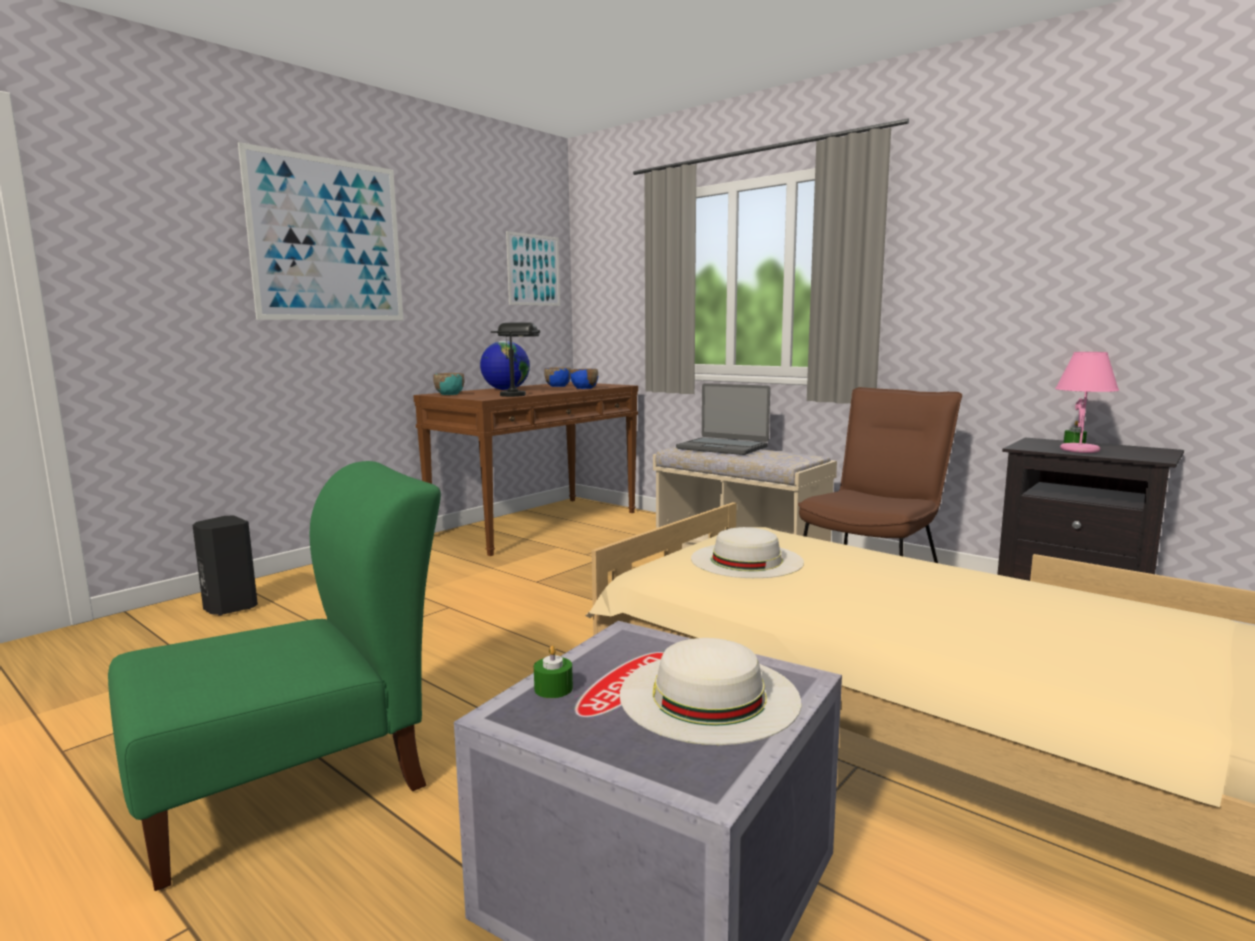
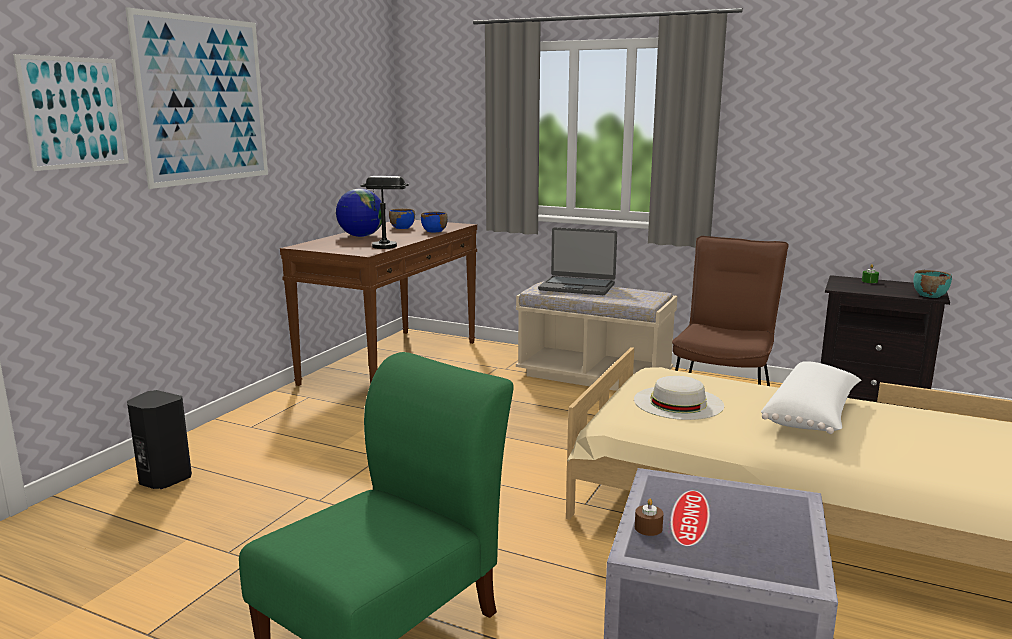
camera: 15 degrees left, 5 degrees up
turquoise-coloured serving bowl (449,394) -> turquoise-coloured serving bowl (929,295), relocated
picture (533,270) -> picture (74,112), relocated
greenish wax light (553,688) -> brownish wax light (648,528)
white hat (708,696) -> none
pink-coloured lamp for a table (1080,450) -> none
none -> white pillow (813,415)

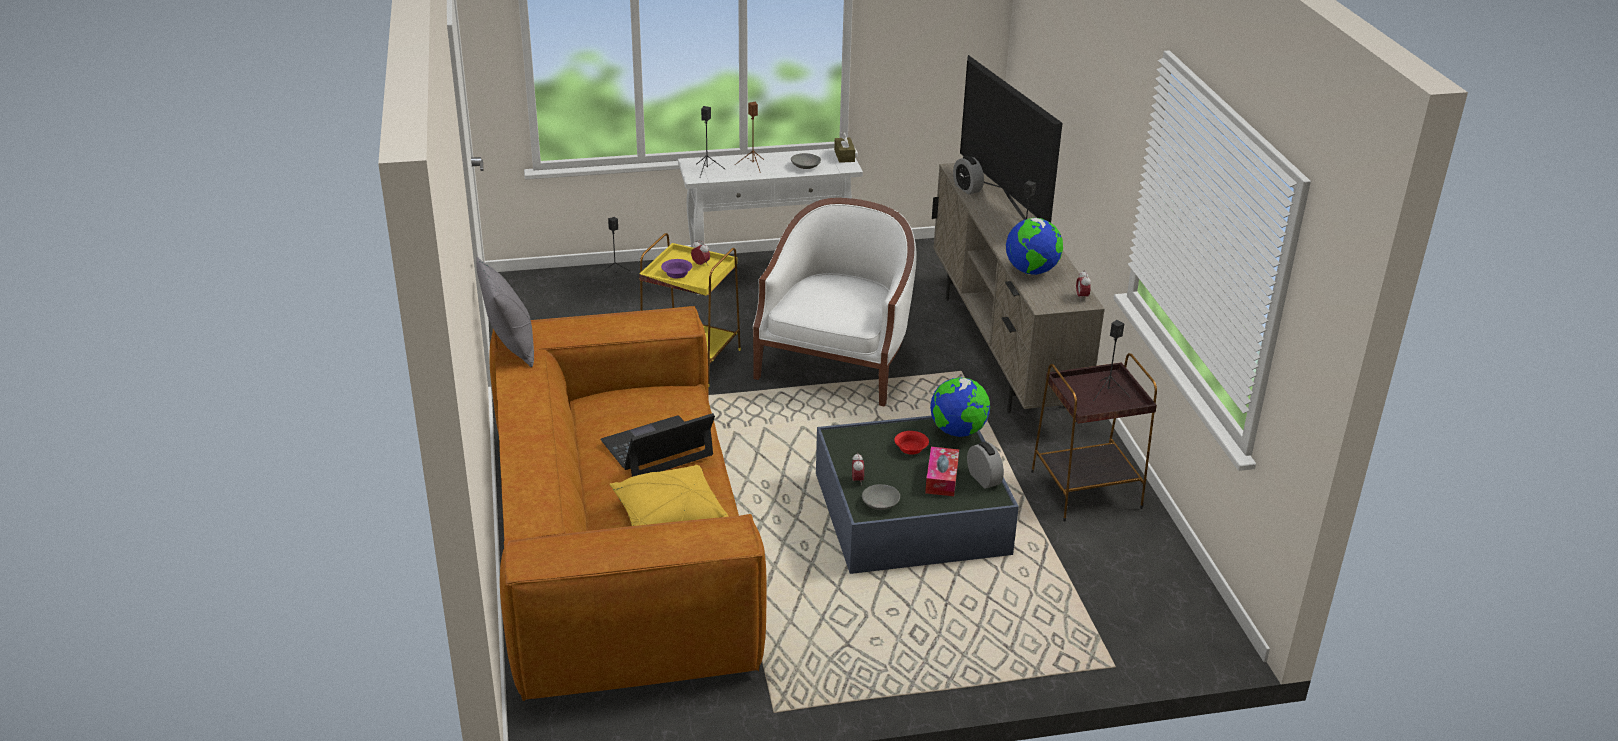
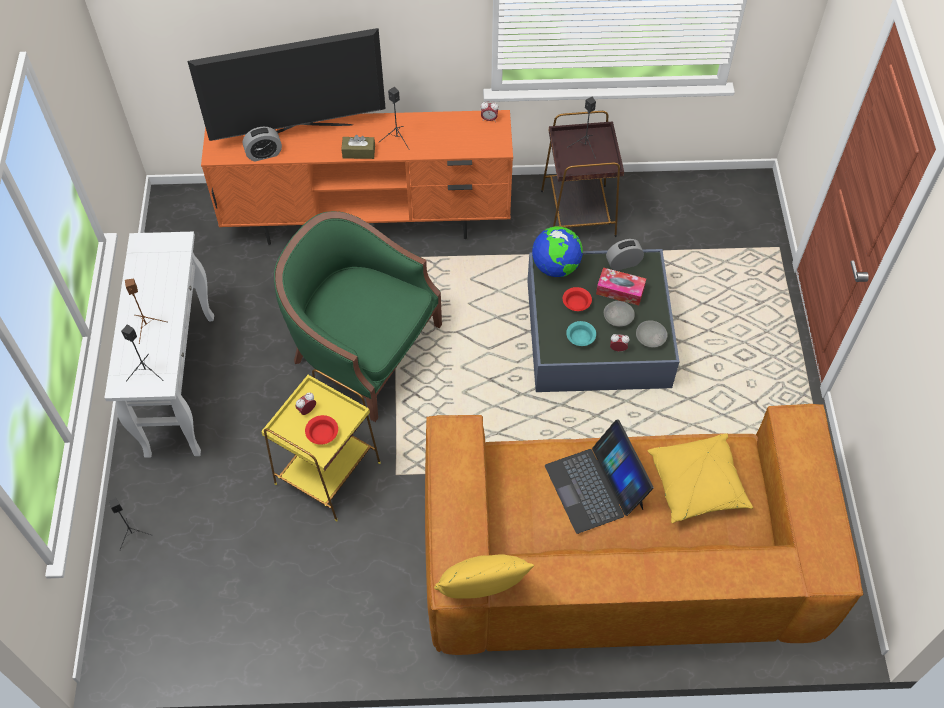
camera: 80 degrees left, 25 degrees up
greyish pillow (511,347) -> yellow-coloured pillow (482,590)
purplish serving bowl (677,273) -> red-coloured serving bowl (322,433)
white lounge chair (837,364) -> greenish lounge chair (363,350)
greyish serving bowl (806,166) -> greyish serving bowl (618,317), relocated
brownish tissue holder (844,156) -> brownish tissue holder (358,152), relocated
beige-coloured tv unit (1003,351) -> orange tv unit (369,221)
globe (1031,271) -> none
none -> turquoise-coloured serving bowl (580,337)

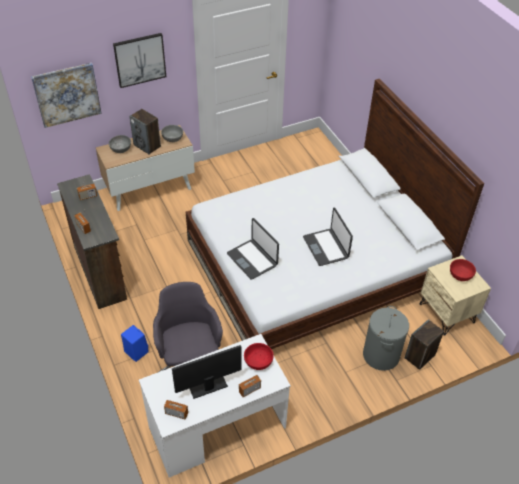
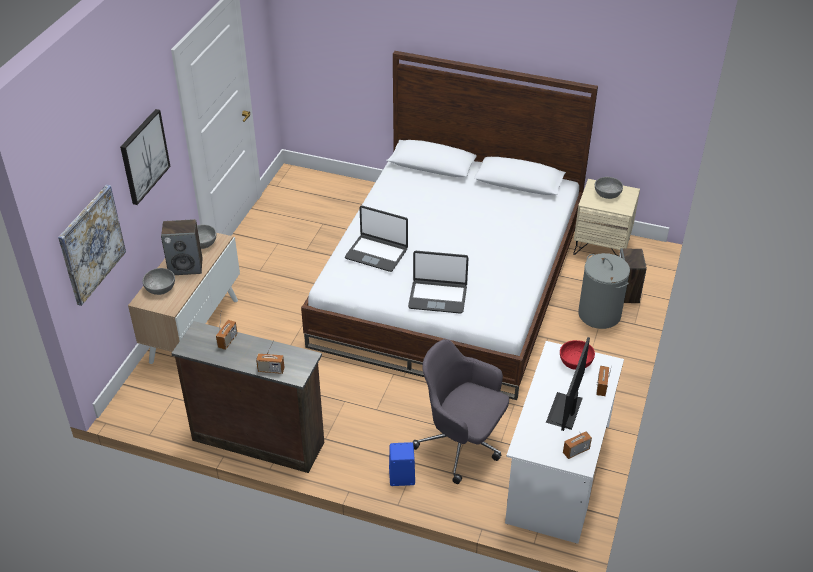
camera: 45 degrees left, 5 degrees down
laptop (326,247) -> laptop (376,253), relocated
red-coloured serving bowl (460,274) -> greyish serving bowl (607,193)

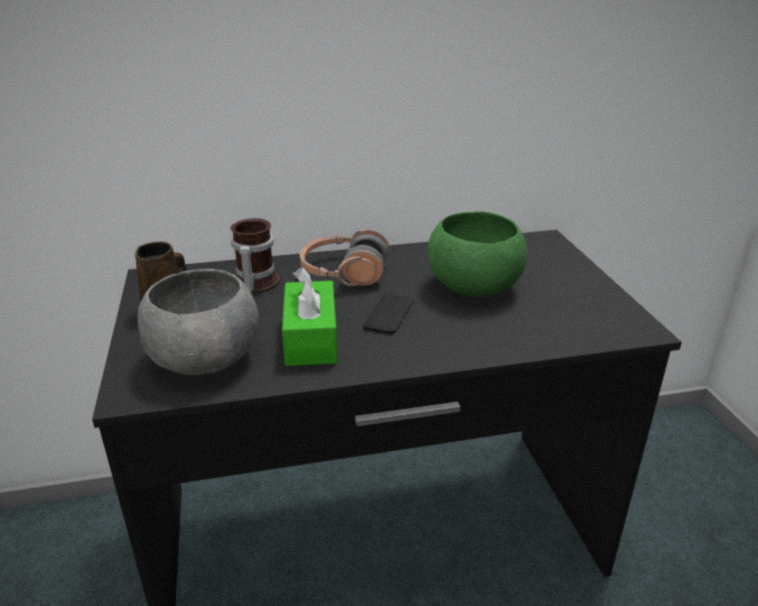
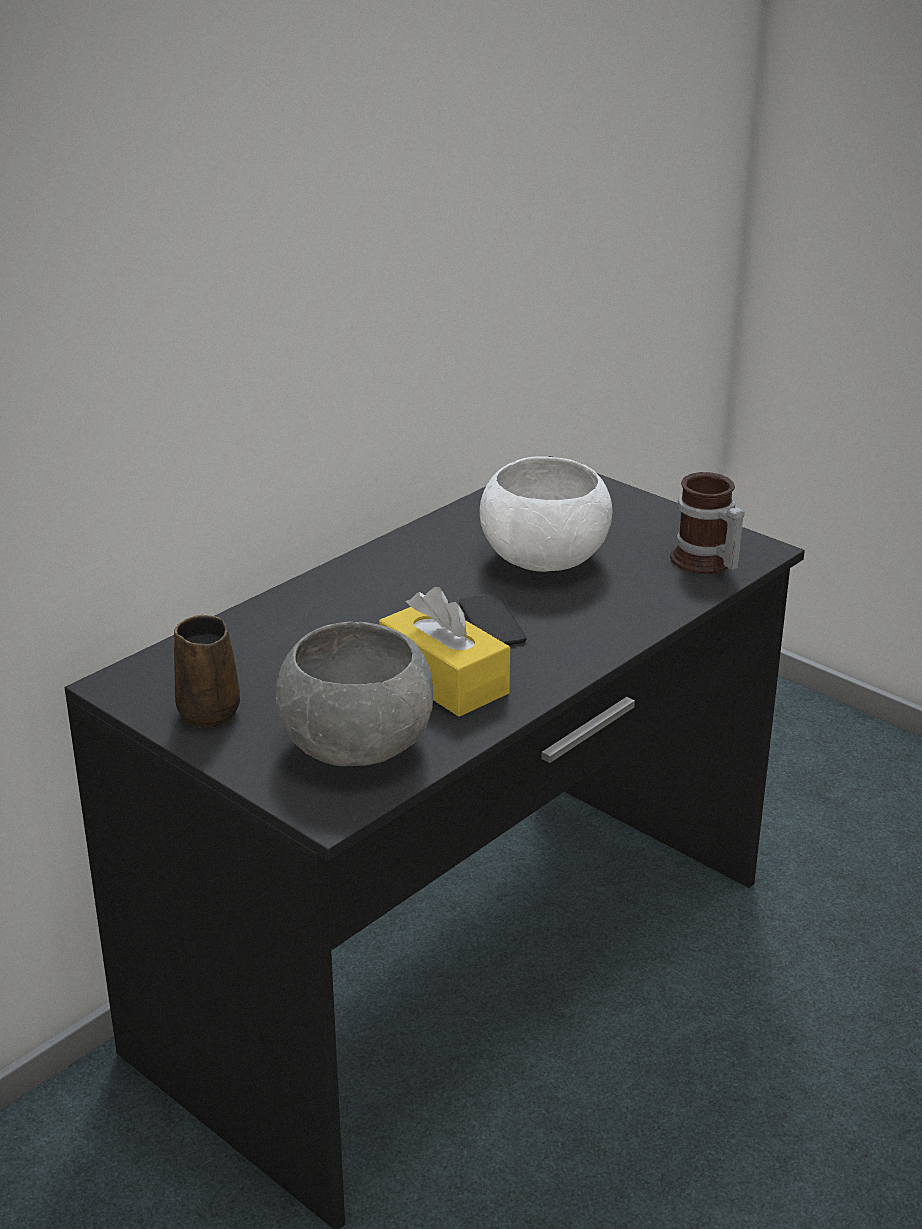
camera: 35 degrees left, 0 degrees up
mug (253,284) -> mug (704,562), relocated
greenish tissue holder (311,338) -> yellow-coloured tissue holder (444,679)
pair of headphones (344,273) -> none
greenish serving bowl (473,286) -> white serving bowl (543,558)

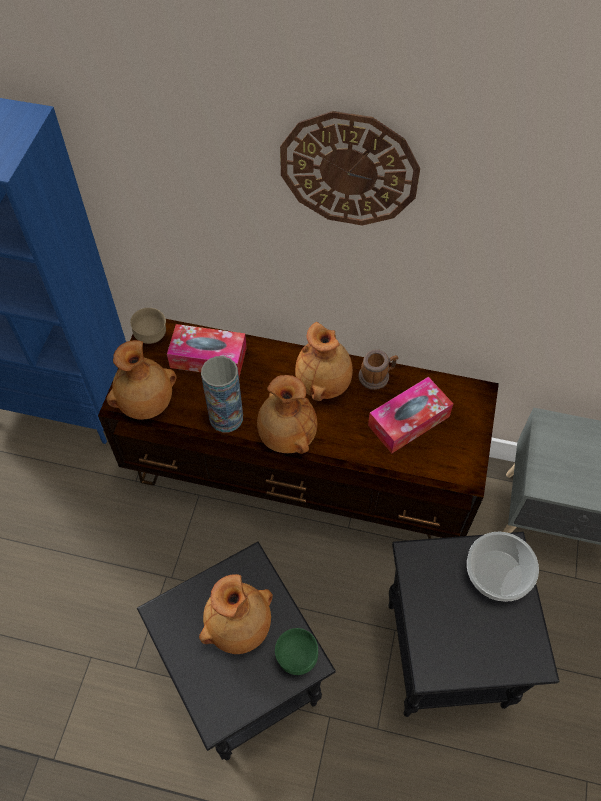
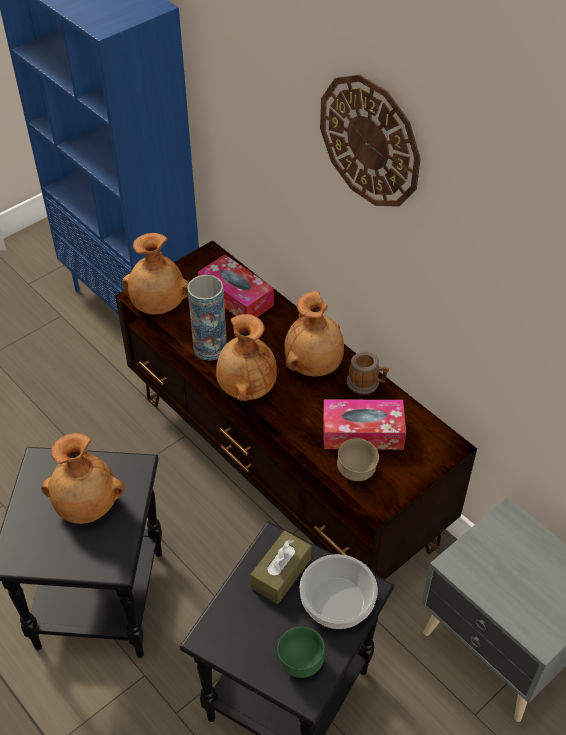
camera: 35 degrees right, 10 degrees down
brownish serving bowl (152,336) -> brownish serving bowl (356,473), relocated
greenish serving bowl (296,658) -> greenish serving bowl (300,663), relocated
none -> brownish tissue holder (281,573)

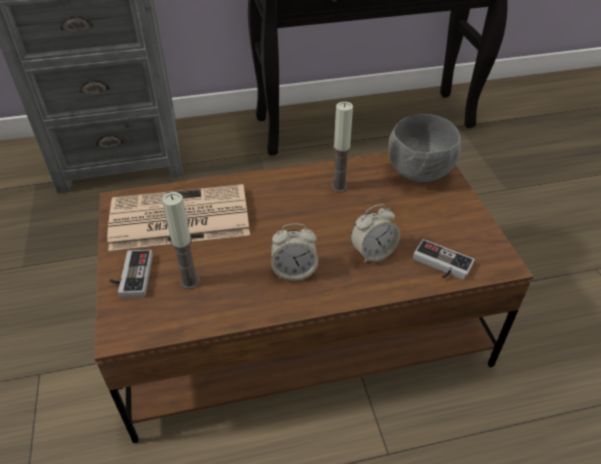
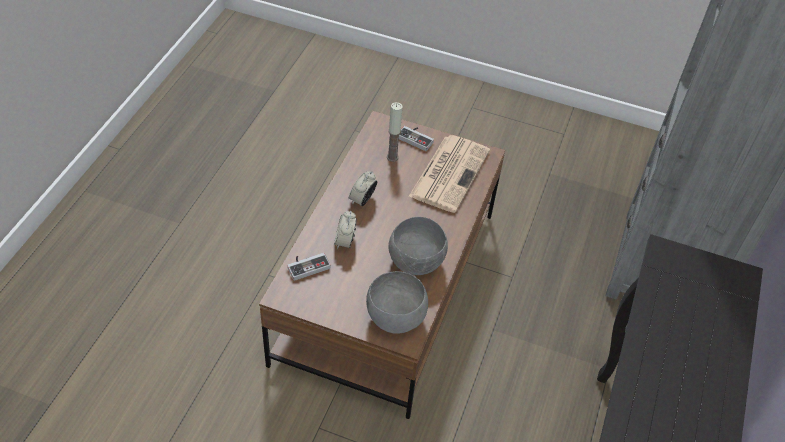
camera: 120 degrees right, 5 degrees up
wax light (339,187) -> greyish serving bowl (417,262)

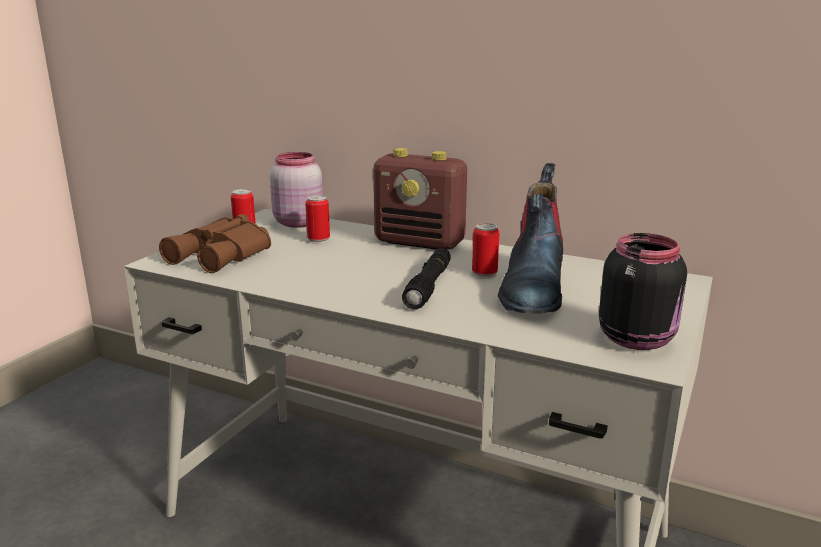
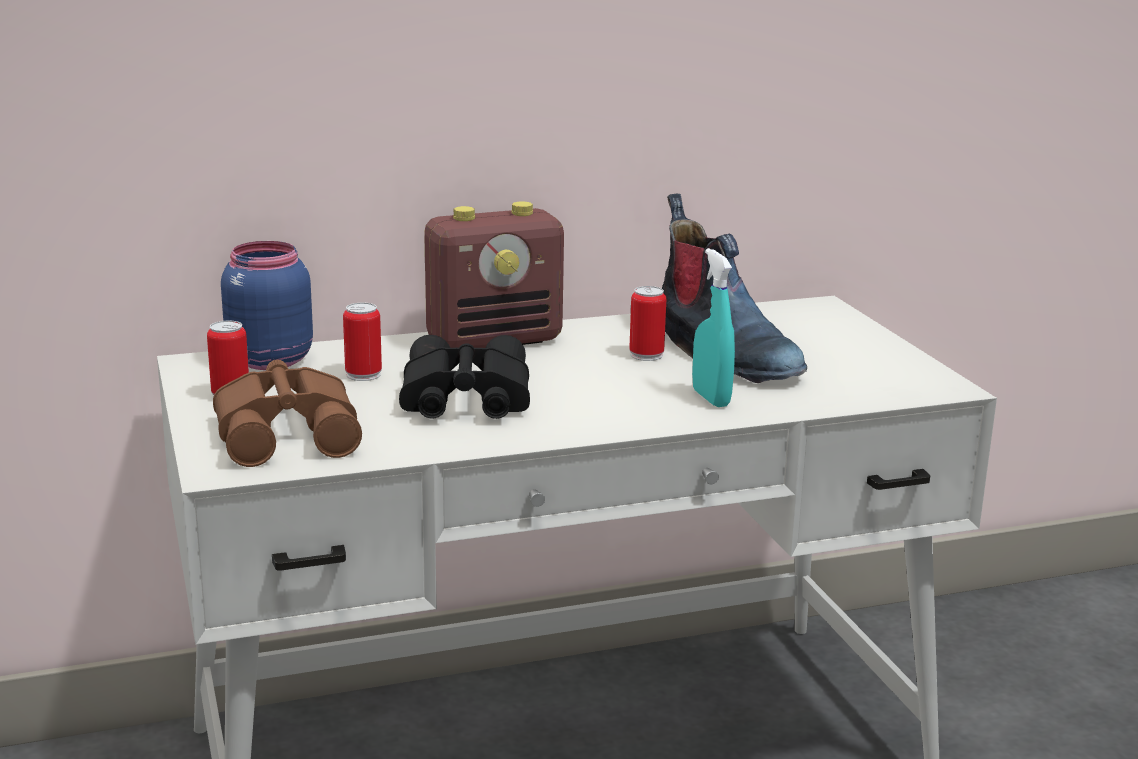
camera: 45 degrees left, 0 degrees up
pink-coloured jar (297,222) -> blue jar (267,360)
black-coloured flashlight (429,286) -> none
black-coloured jar (638,339) -> none
none -> black-coloured binoculars (462,398)
none -> turquoise-coloured spray bottle (711,398)

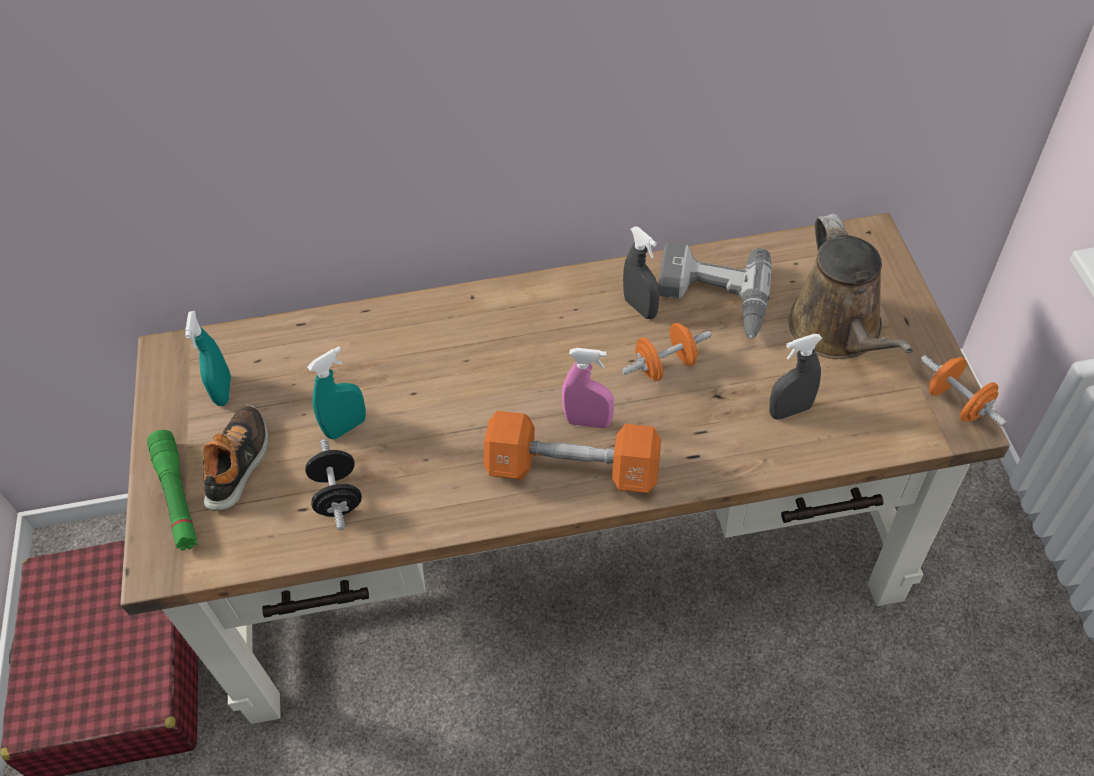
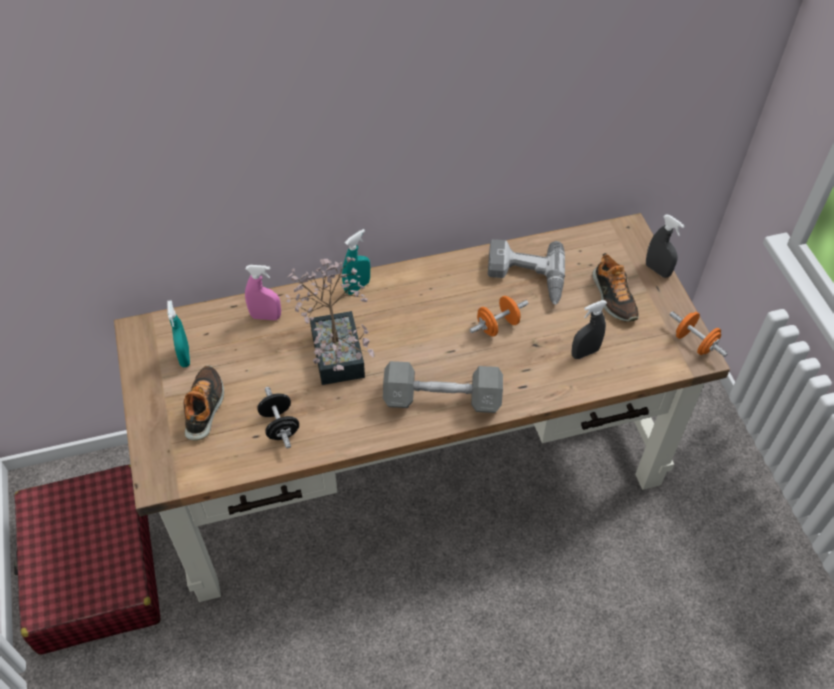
camera: 10 degrees left, 0 degrees up
greenish flashlight (177,496) -> none
turquoise-coloured spray bottle (346,427) -> turquoise-coloured spray bottle (357,287), relocated
orange free weight (573,469) -> greyish free weight (442,399)
pink-coloured spray bottle (588,421) -> pink-coloured spray bottle (265,316), relocated
greyish spray bottle (640,308) -> greyish spray bottle (657,270), relocated
brownish watering can (838,332) -> item of footwear (613,297)
none -> potted plant (337,347)

